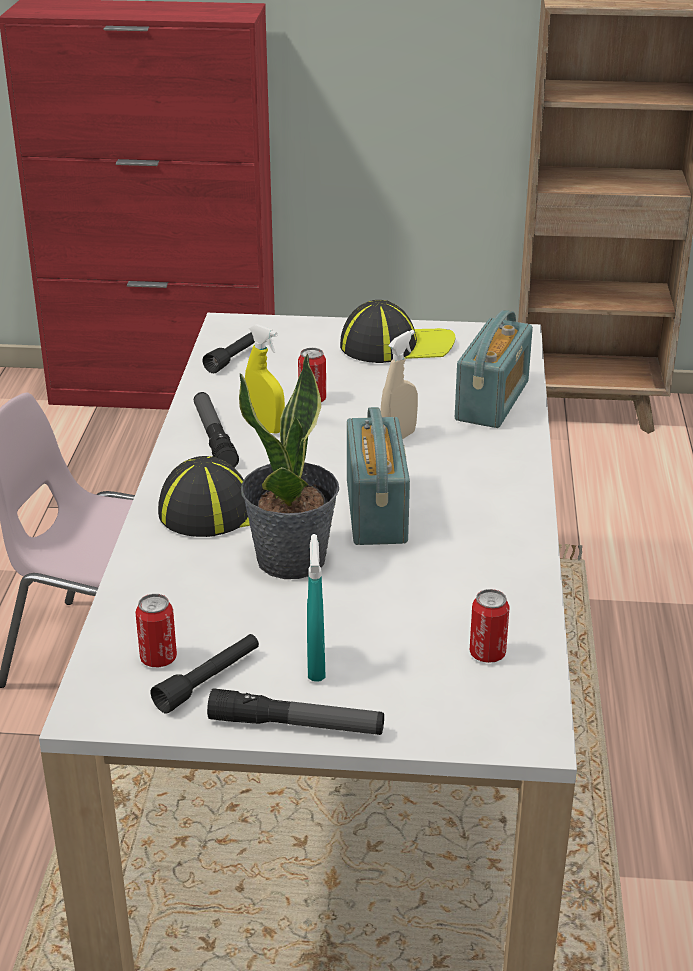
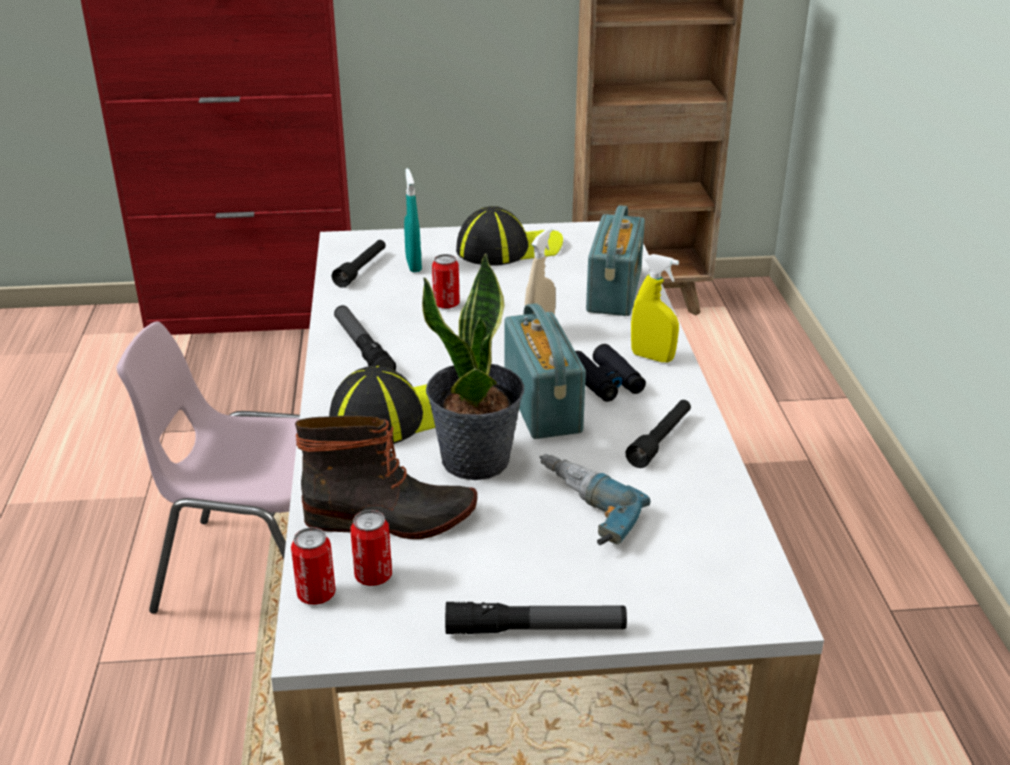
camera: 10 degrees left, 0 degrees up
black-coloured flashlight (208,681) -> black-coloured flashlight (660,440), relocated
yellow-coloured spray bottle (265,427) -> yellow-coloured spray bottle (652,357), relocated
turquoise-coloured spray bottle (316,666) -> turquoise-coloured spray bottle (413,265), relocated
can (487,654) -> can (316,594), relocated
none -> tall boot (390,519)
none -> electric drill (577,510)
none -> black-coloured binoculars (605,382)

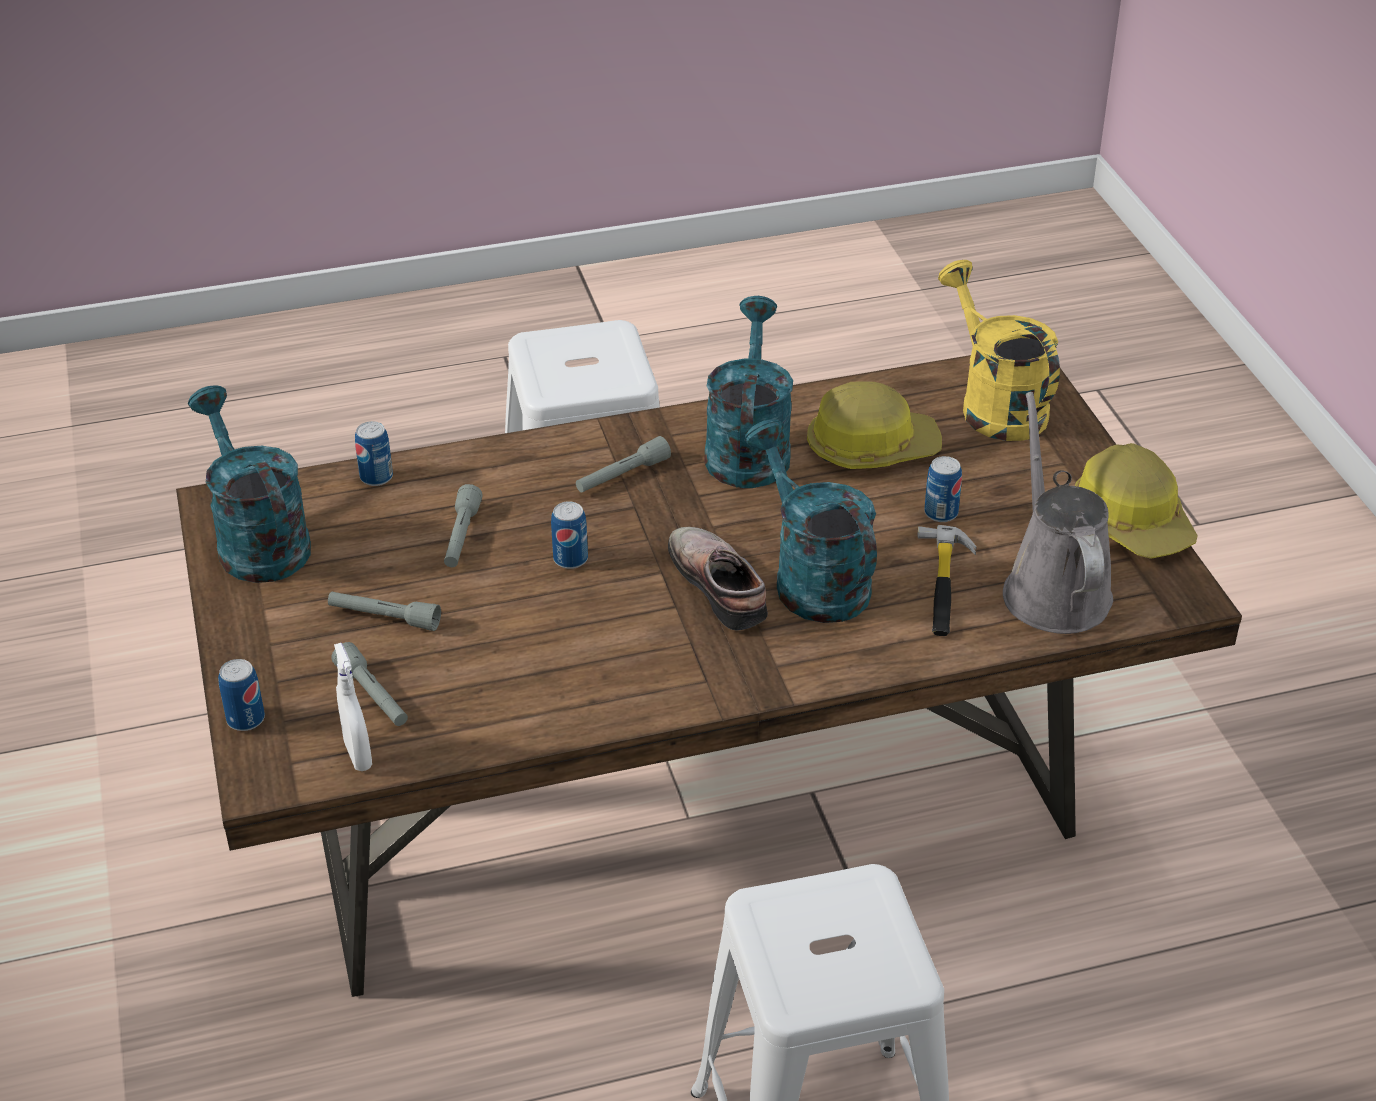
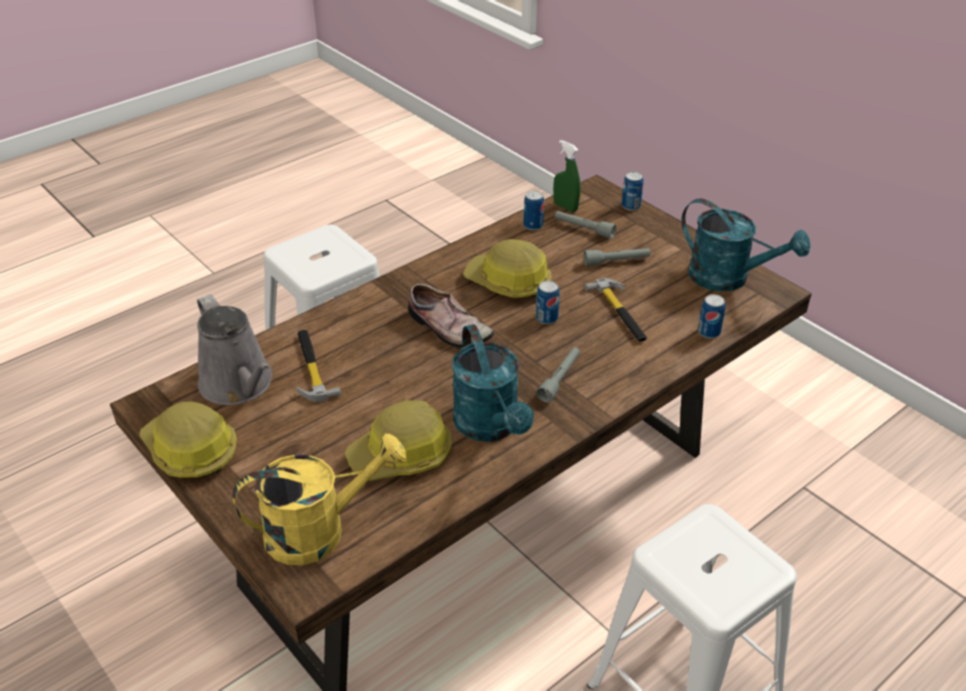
camera: 155 degrees right, 0 degrees up
white spray bottle (358,755) -> greenish spray bottle (565,207)
greyish flashlight (461,537) -> hand hammer (620,312)
turquoise-coloured watering can (812,578) -> none
can (941,513) -> can (533,225), relocated
yellow-coloured watering can (994,404) -> yellow-coloured watering can (319,530), 60 degrees counterclockwise
none -> work helmet (508,283)

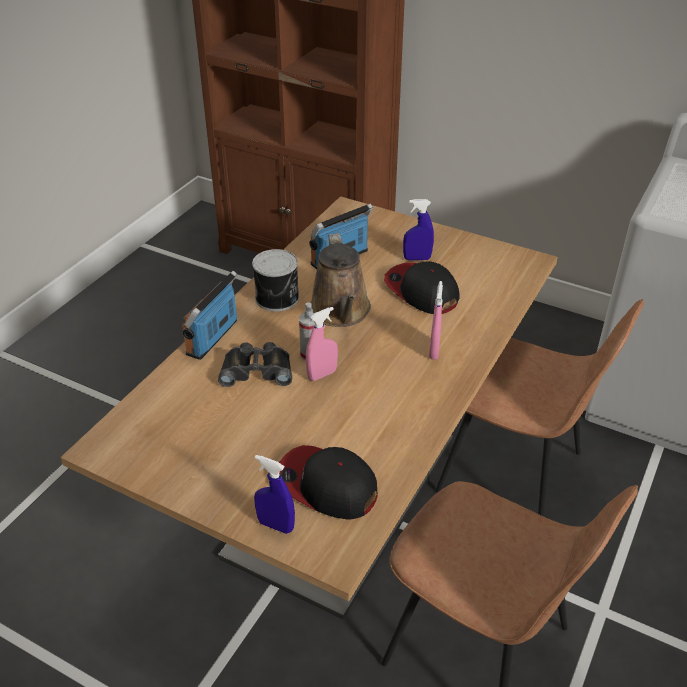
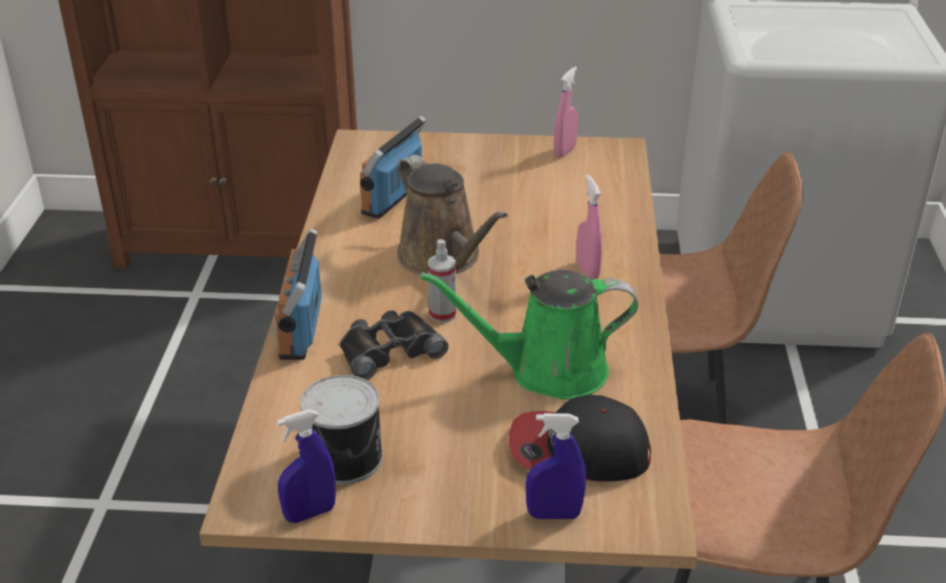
camera: 25 degrees left, 5 degrees down
can (278,298) -> can (347,457), relocated
pink-coloured spray bottle (322,374) -> pink-coloured spray bottle (564,151), relocated
baseball cap (421,291) -> none
blue spray bottle (417,258) -> blue spray bottle (310,513), relocated
none -> greenish watering can (548,370)

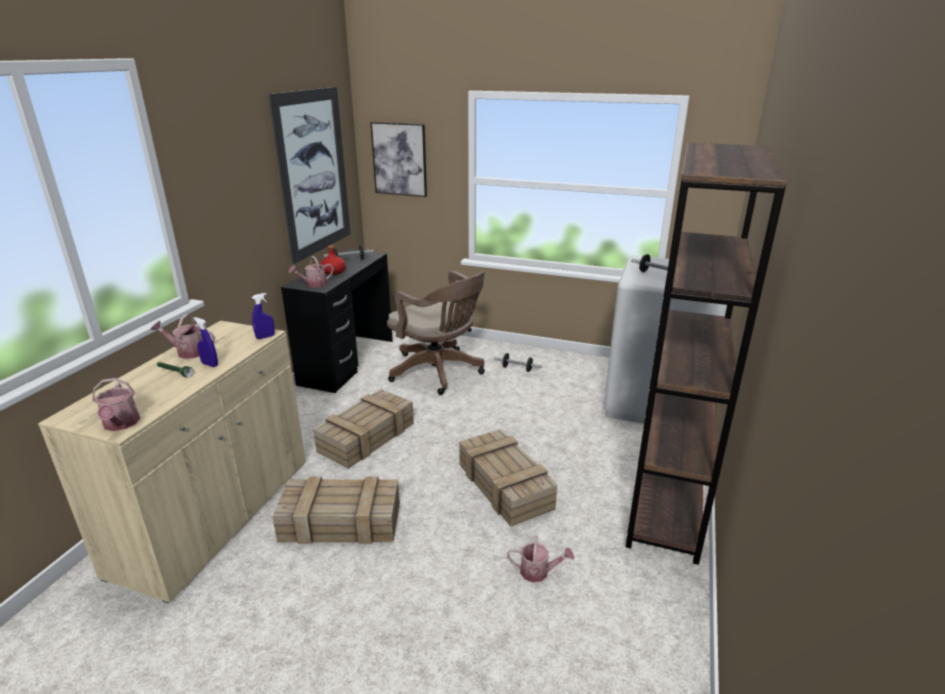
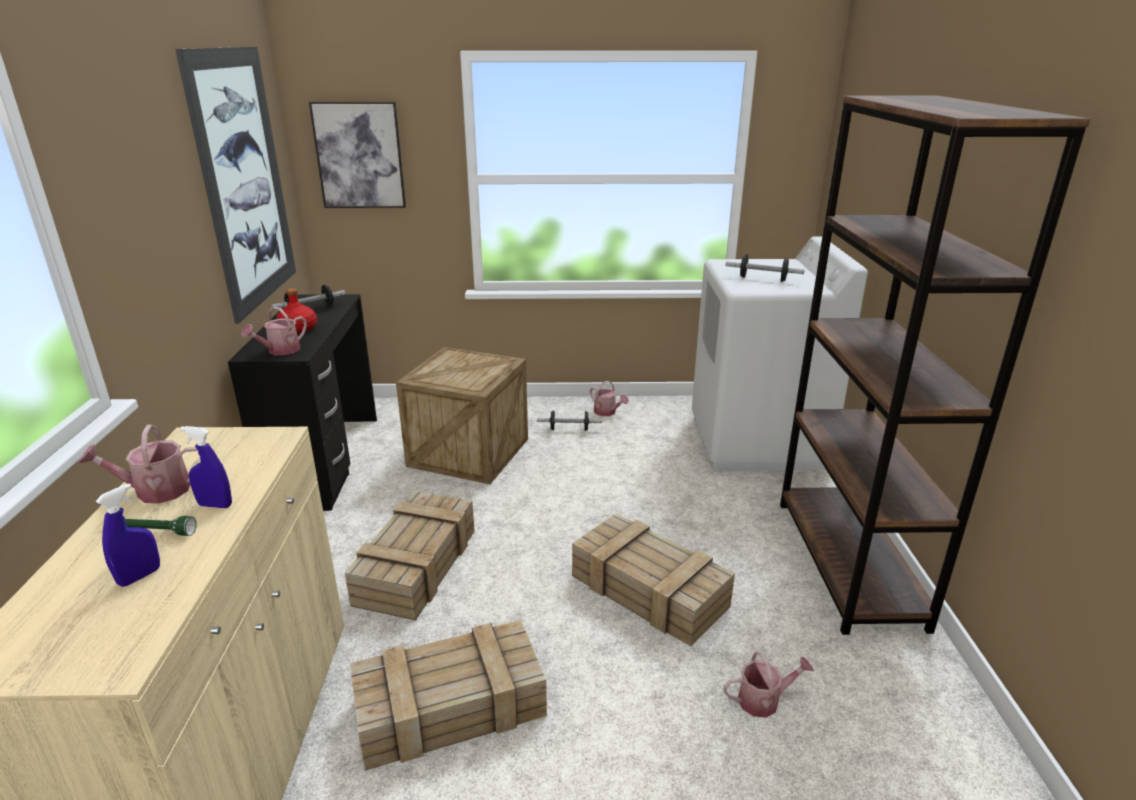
camera: 20 degrees left, 0 degrees up
watering can (121,424) -> watering can (607,412), relocated
blue spray bottle (265,337) -> blue spray bottle (140,576), relocated
brownish office chair (439,372) -> crate (469,452)

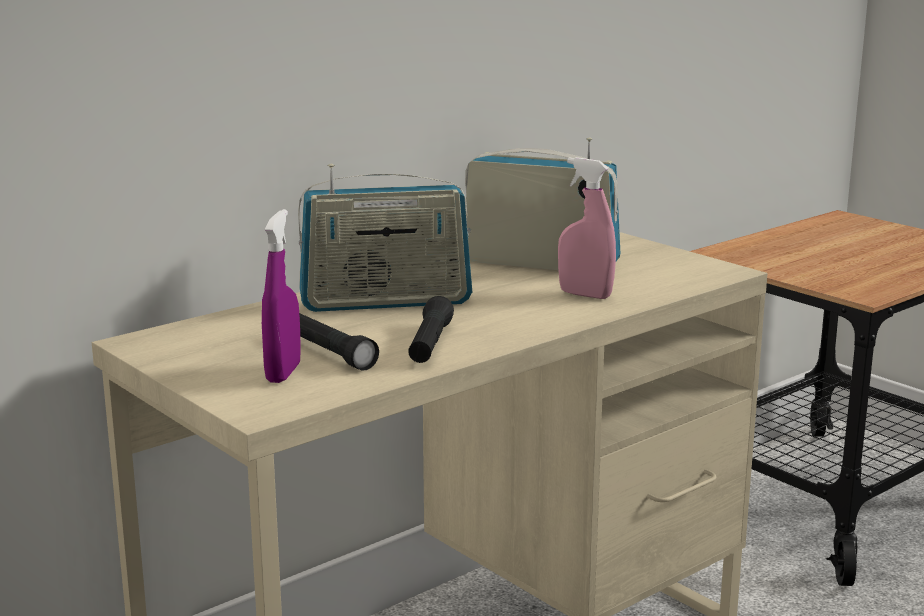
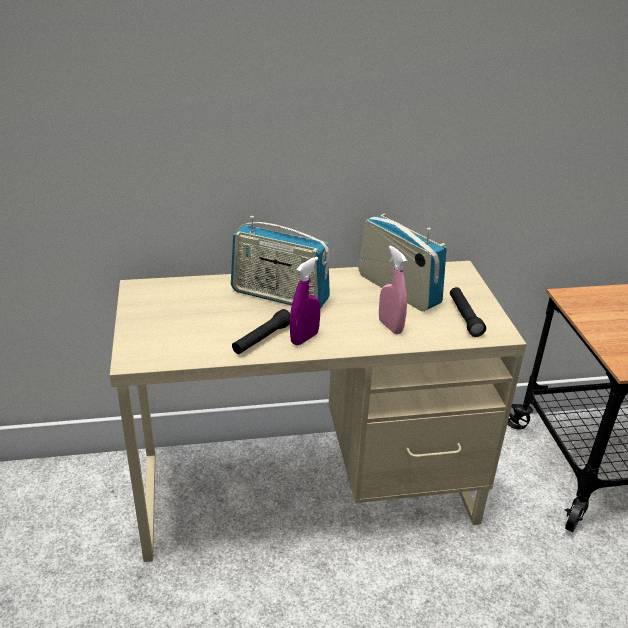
camera: 30 degrees right, 15 degrees up
purplish spray bottle (283,373) -> purplish spray bottle (304,338), relocated
black-coloured flashlight (328,352) -> black-coloured flashlight (464,317), relocated

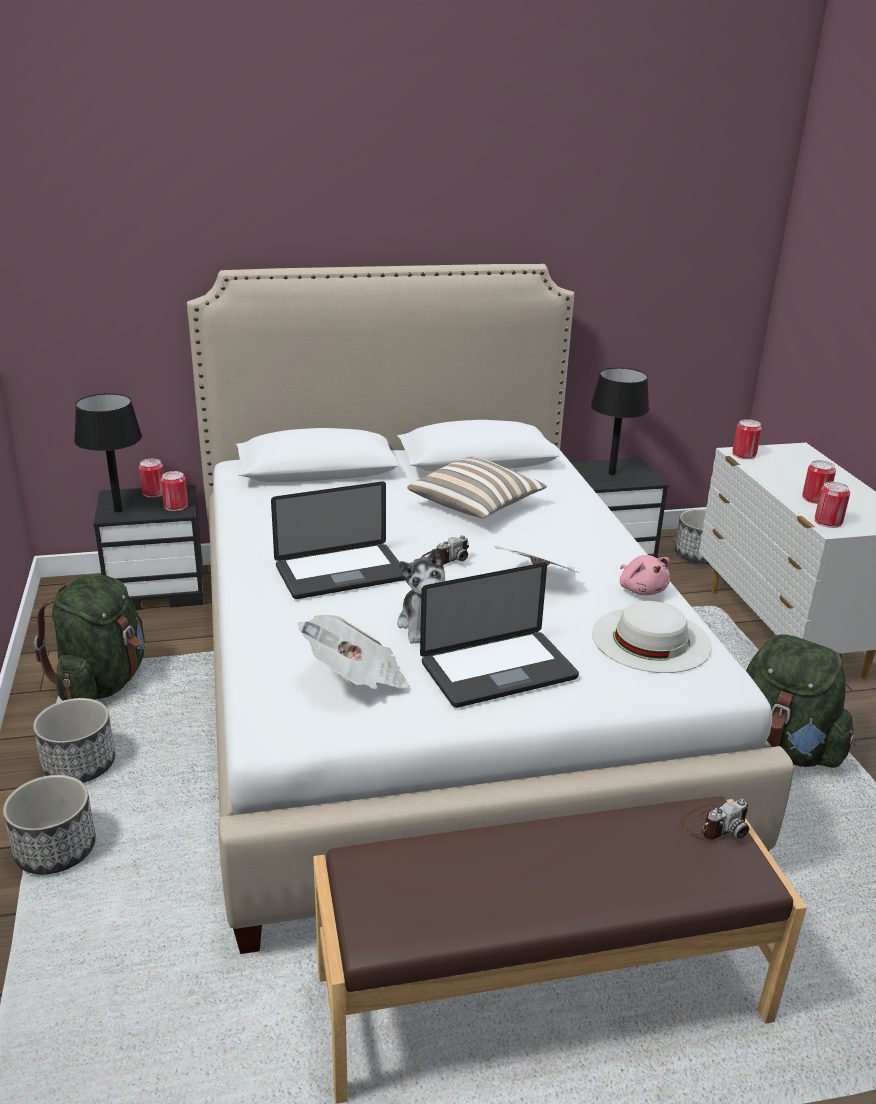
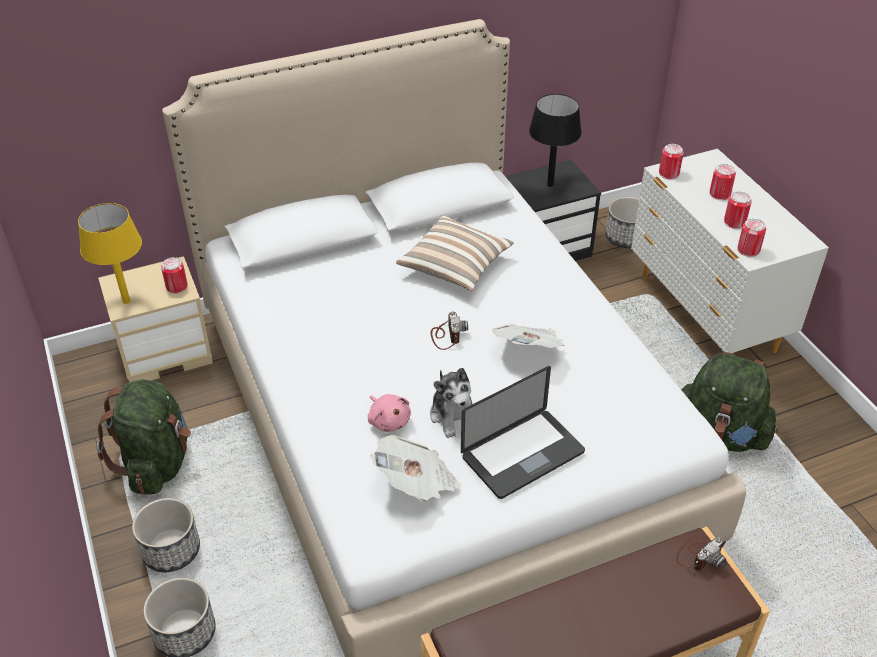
camera: 10 degrees left, 15 degrees up
black-coloured lamp for a table (118,510) -> yellow-coloured lamp for a table (126,301)
black-coloured bedside table (158,589) -> beige-coloured bedside table (166,351)
can (153,492) -> can (719,194), relocated
laptop (341,573) -> none
still camera (445,557) -> still camera (447,335), 45 degrees counterclockwise
white hat (651,639) -> none
pink-coloured soft toy (641,589) -> pink-coloured soft toy (388,420), relocated

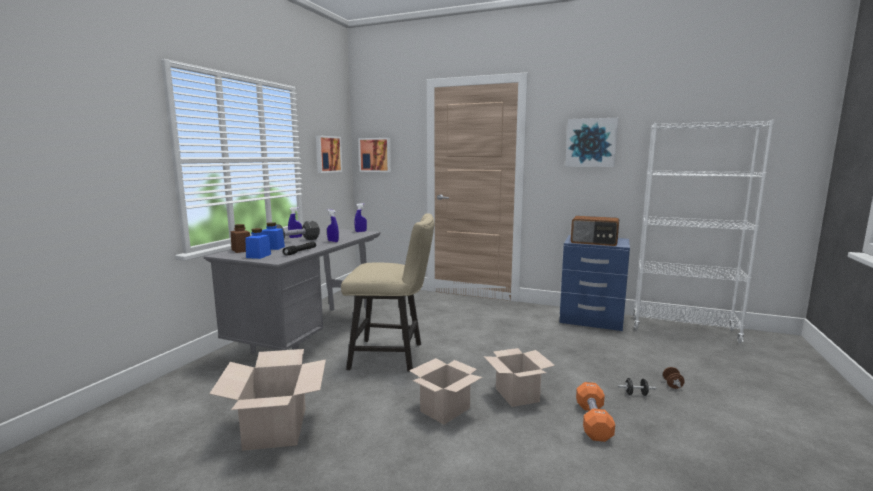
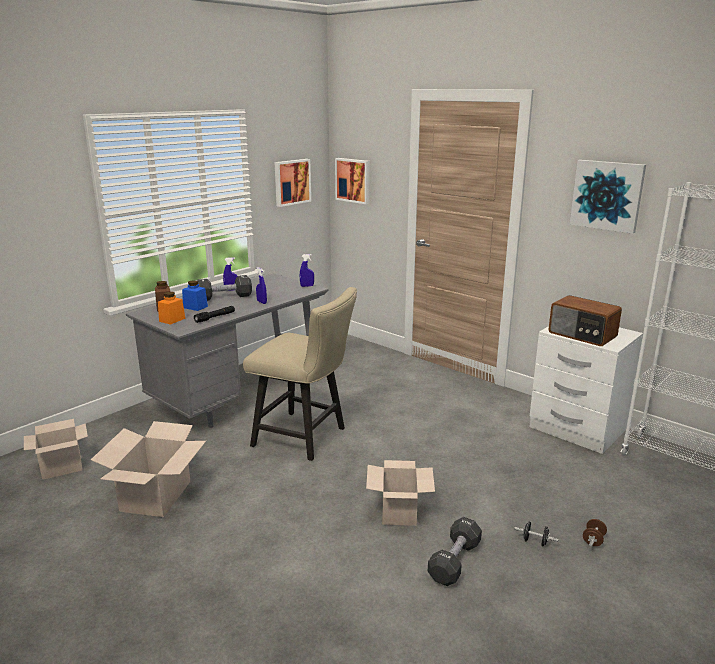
camera: 20 degrees right, 10 degrees up
blue jar (258,256) -> orange jar (172,320)
packing box (445,409) -> packing box (63,466), relocated
blue bedside table (591,319) -> white bedside table (576,429)
orange free weight (593,421) -> black-coloured free weight (454,561)

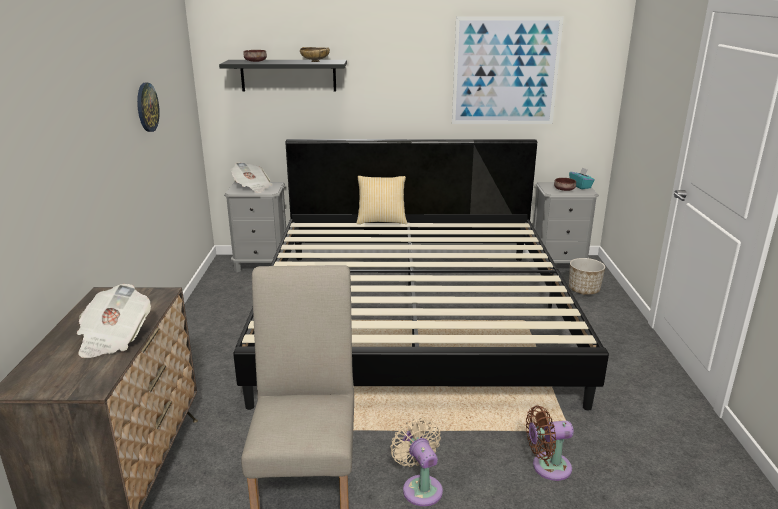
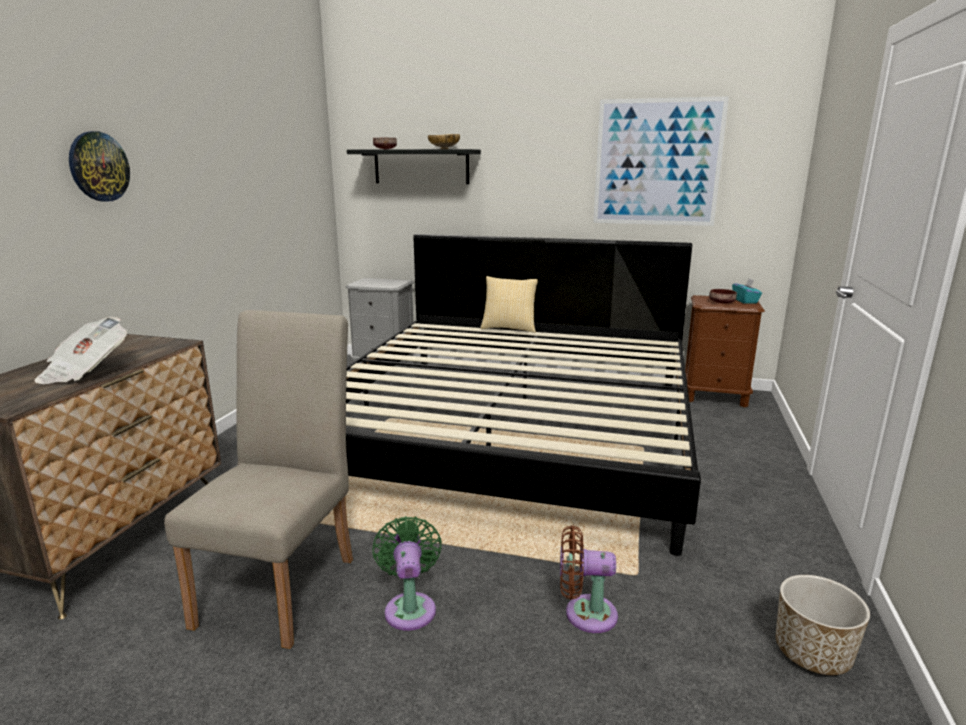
camera: 15 degrees right, 5 degrees down
wall clock (147,107) -> wall clock (98,167), relocated
newspaper (252,187) -> none
beige-coloured cooling fan (420,487) -> greenish cooling fan (410,607)
greyish bedside table (558,265) -> brownish bedside table (714,396)
flower pot (584,290) -> flower pot (812,653), relocated

